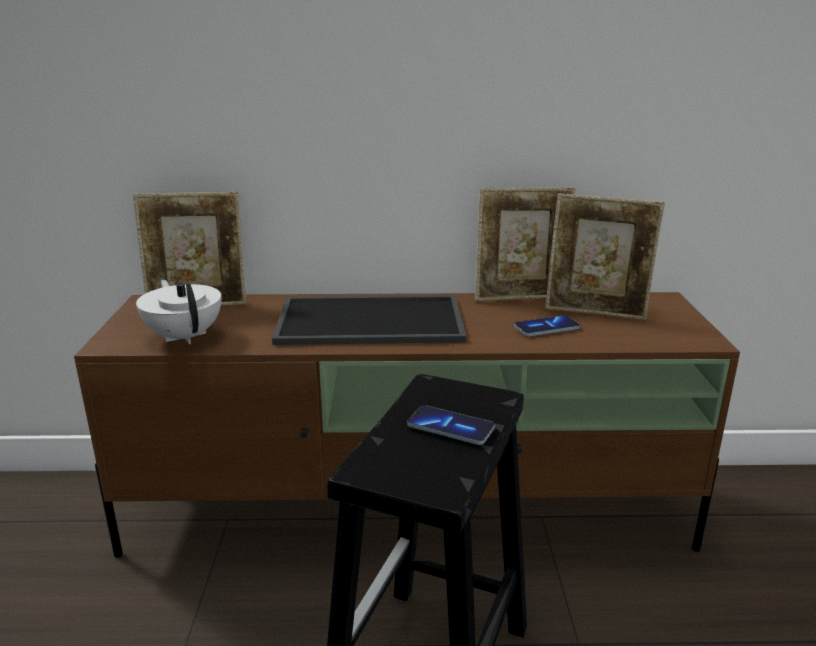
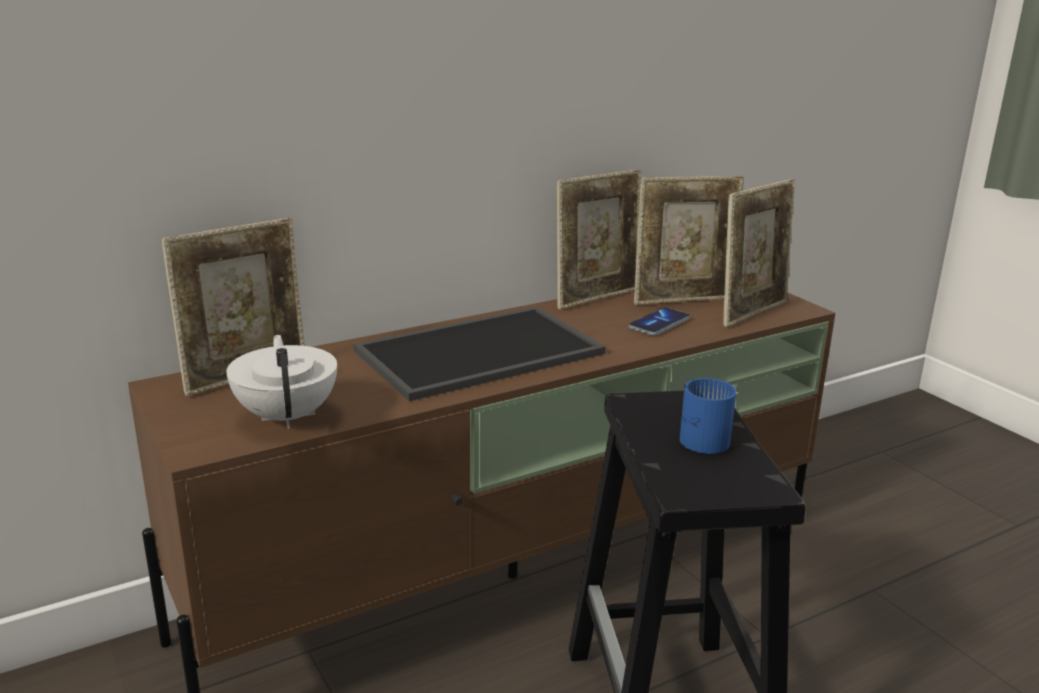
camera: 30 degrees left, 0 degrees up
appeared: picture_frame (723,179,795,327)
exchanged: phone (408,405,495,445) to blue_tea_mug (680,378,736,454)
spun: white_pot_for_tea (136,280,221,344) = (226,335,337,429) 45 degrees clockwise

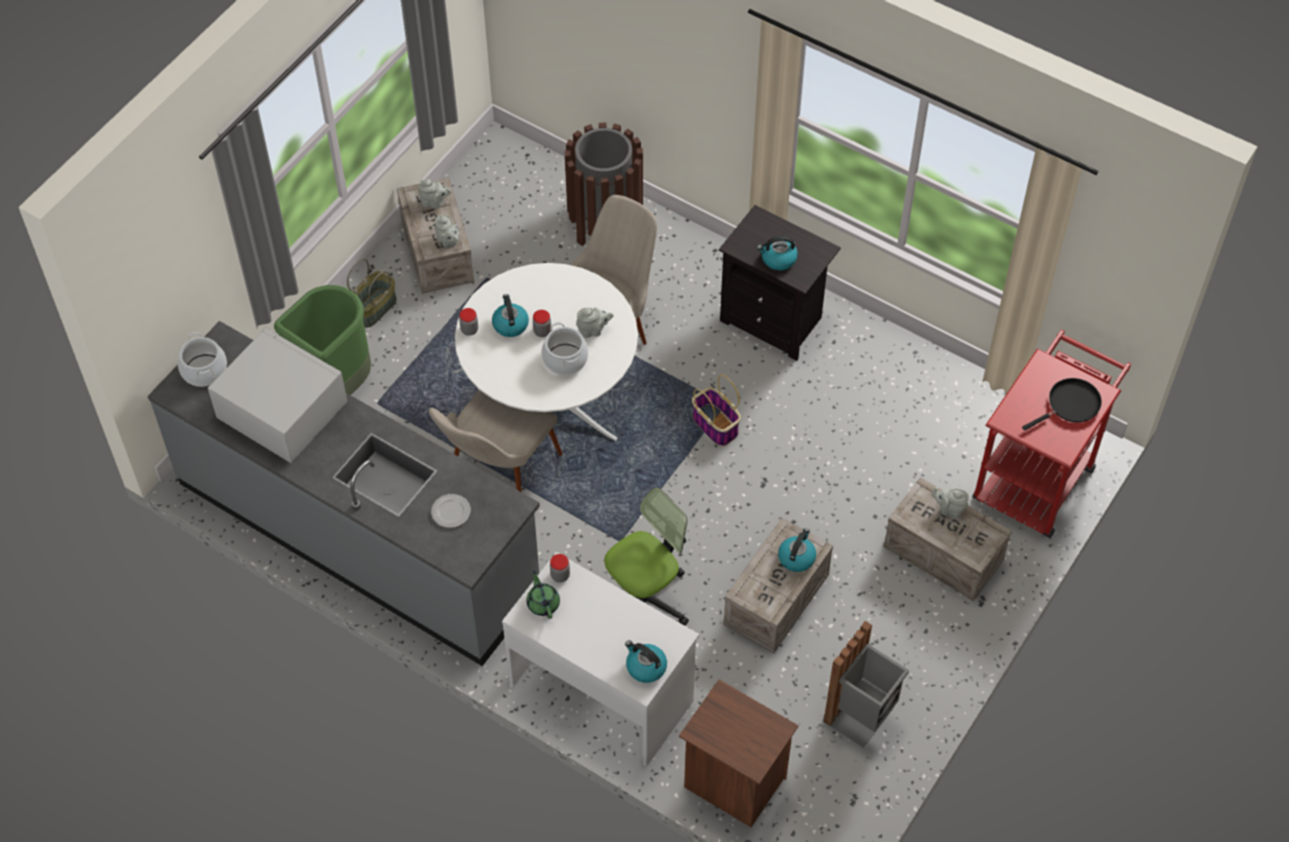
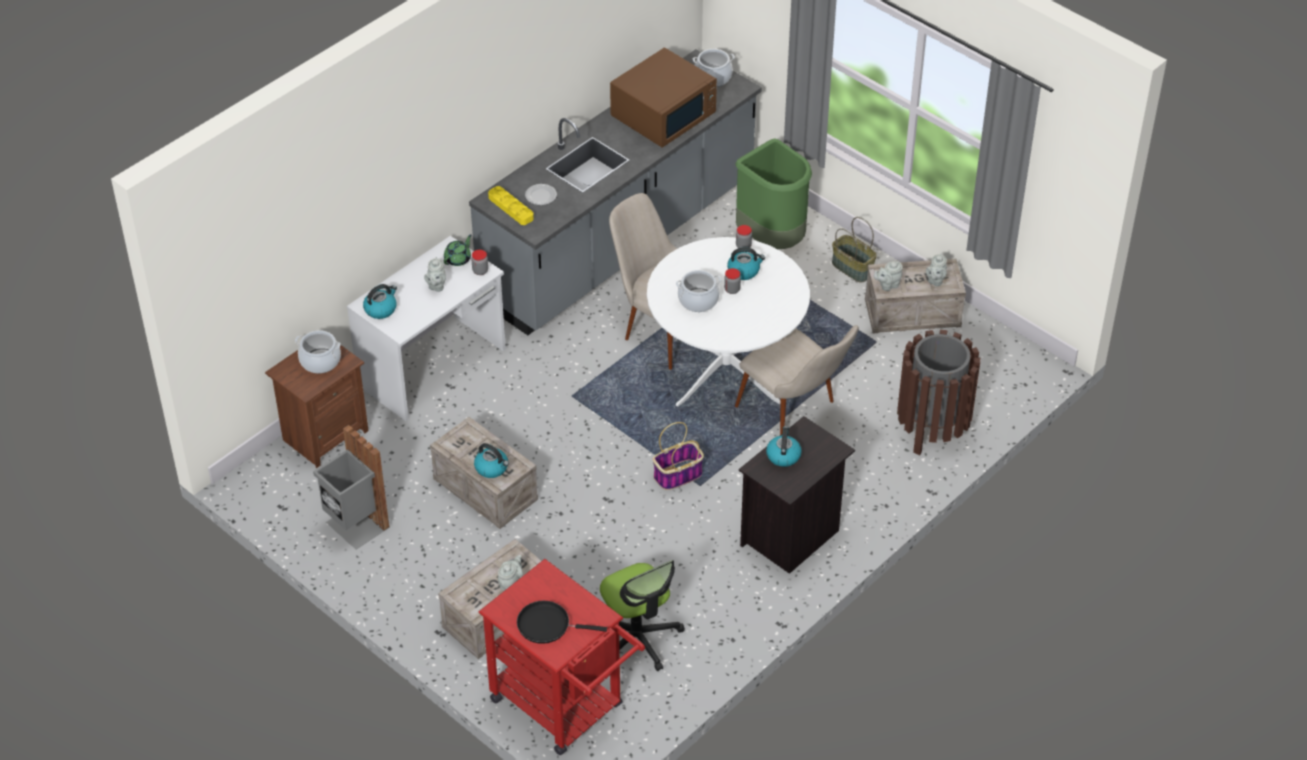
camera: 100 degrees right, 10 degrees down
appeared: saucepot (295,330,341,374); yellow-coloured_tray (488,186,534,225)
relocated: greyish_pot_for_tea (576,307,613,338) to (424,257,446,292); office_chair (604,487,689,626) to (600,560,685,671)
colour: white_kitchen_microwave (208,328,348,463) to brown-coloured_kitchen_microwave (610,47,717,148)
spun: green-coloured_pot_for_tea (526,571,560,619) = (444,234,471,266) 45 degrees counterclockwise; black-coloured_pan (1022,378,1102,431) = (517,601,607,644) 120 degrees clockwise

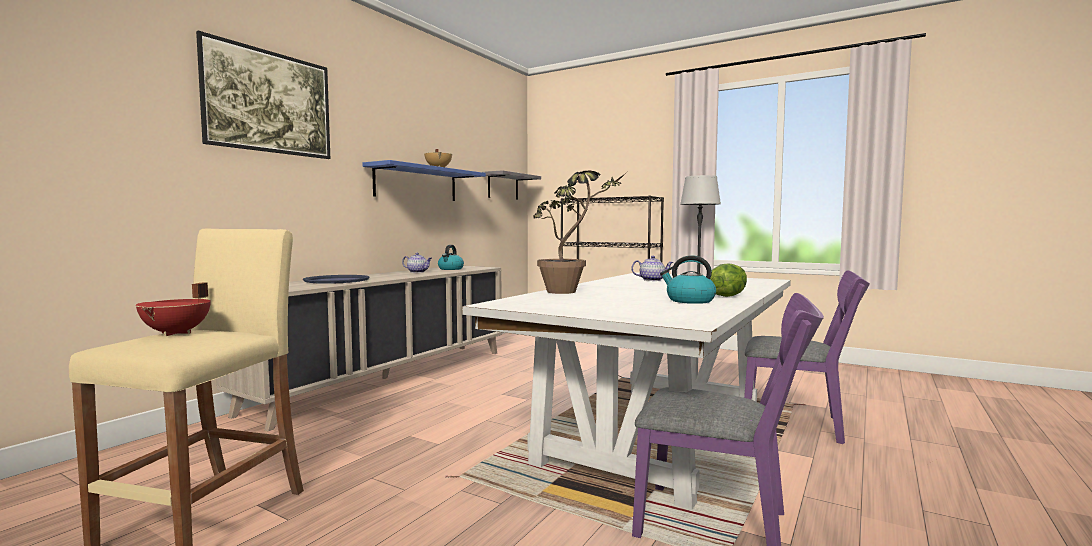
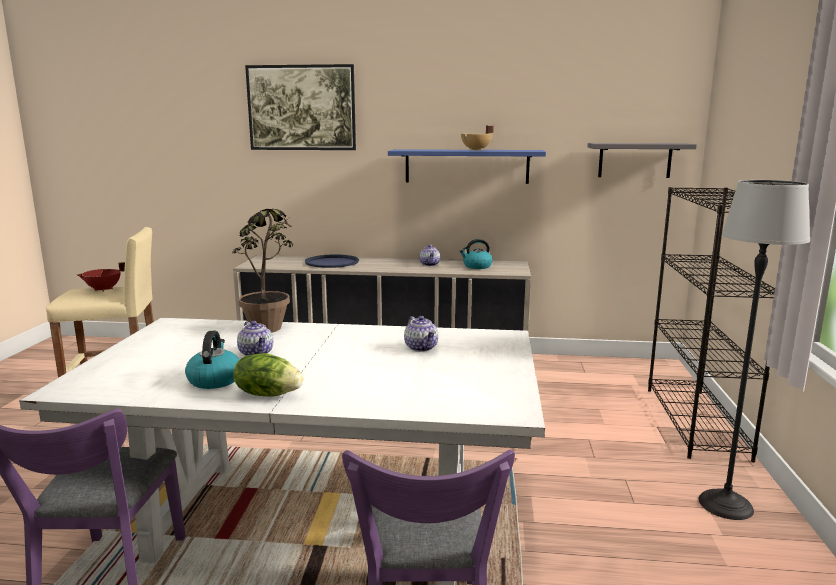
camera: 65 degrees right, 10 degrees up
appeared: pot_for_tea (237,321,273,356)

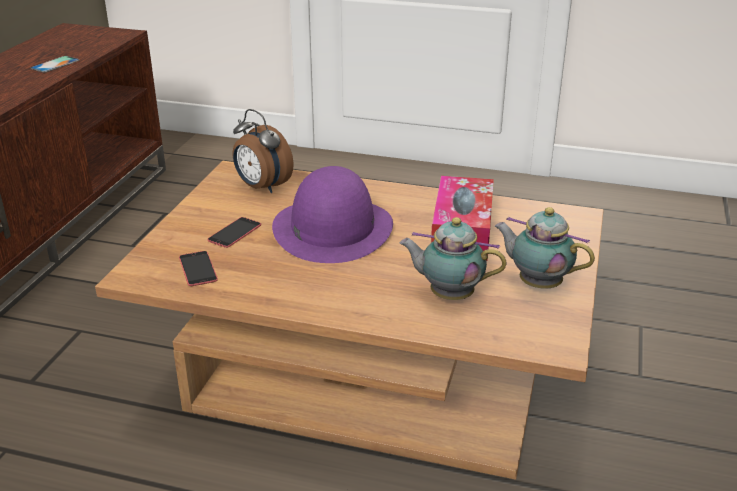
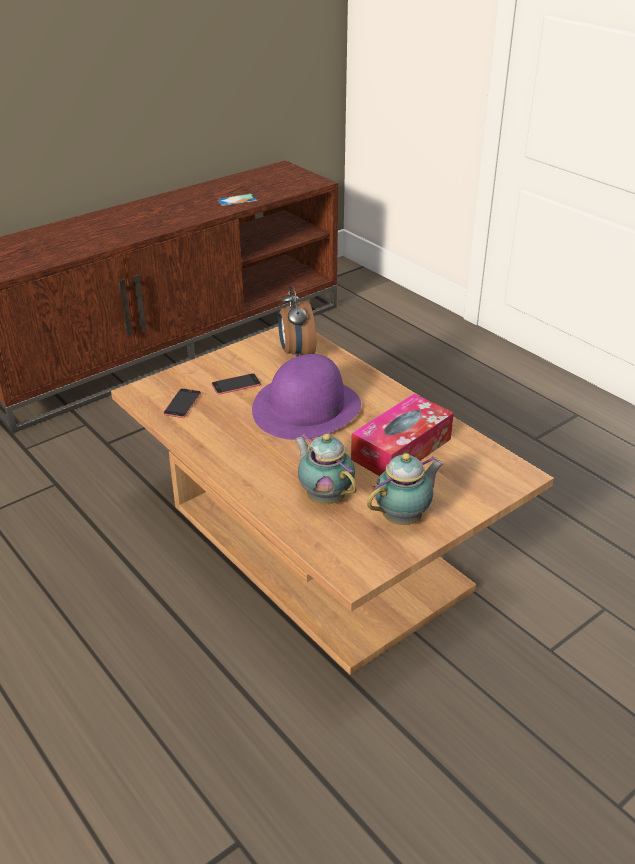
camera: 35 degrees right, 5 degrees up
spun: pot_for_tea (495,207,595,289) = (367,453,444,525) 75 degrees clockwise

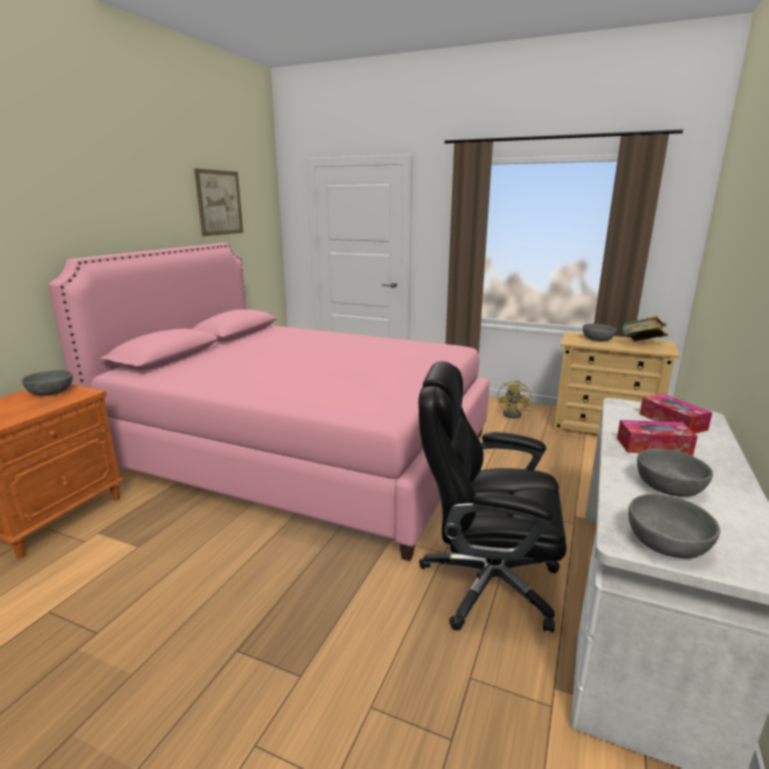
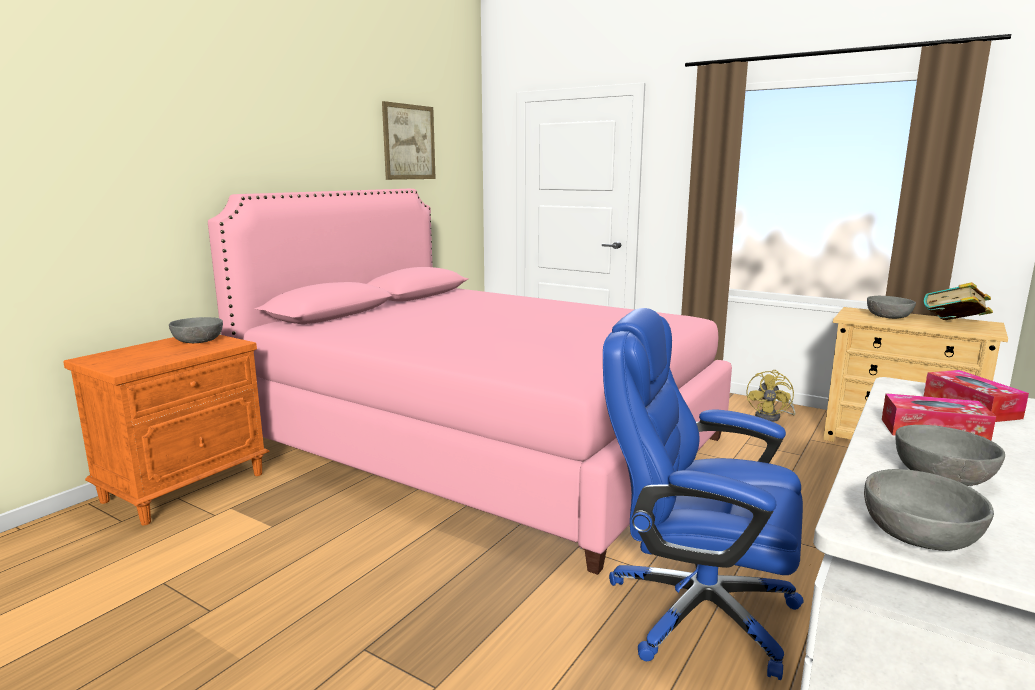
camera: 10 degrees right, 5 degrees down
colour: black-coloured_office_chair (418,361,567,632) to blue_office_chair (603,308,804,680)

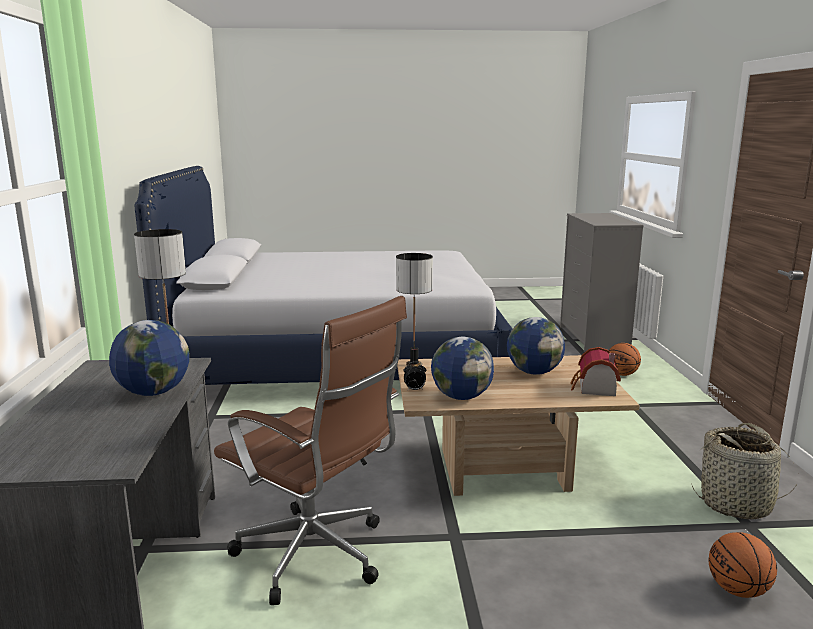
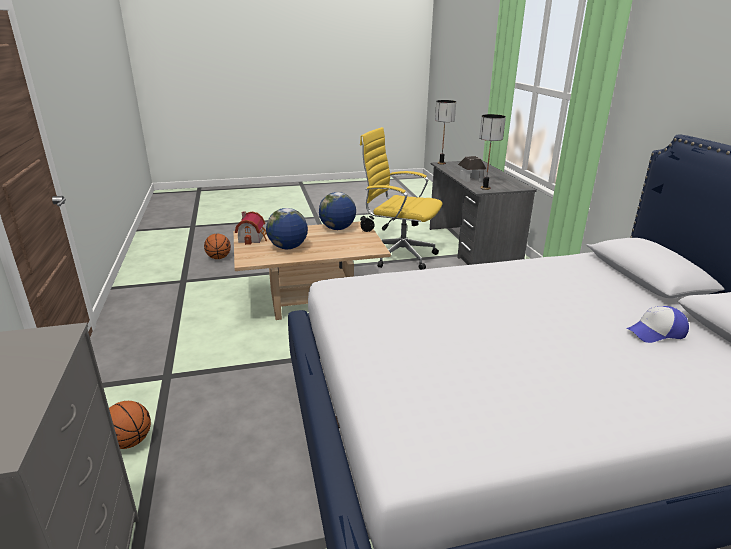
camera: 170 degrees right, 10 degrees up
missing: household_basket (692,423,797,519)
appeared: cap (626,306,689,343)
relocated: lamp_for_a_table (396,253,433,367) to (435,100,456,164)
exchanged: desk_globe (109,320,190,396) to toy_house (458,156,486,182)
colour: brown-coloured_office_chair (214,296,407,605) to yellow-coloured_office_chair (360,127,442,270)

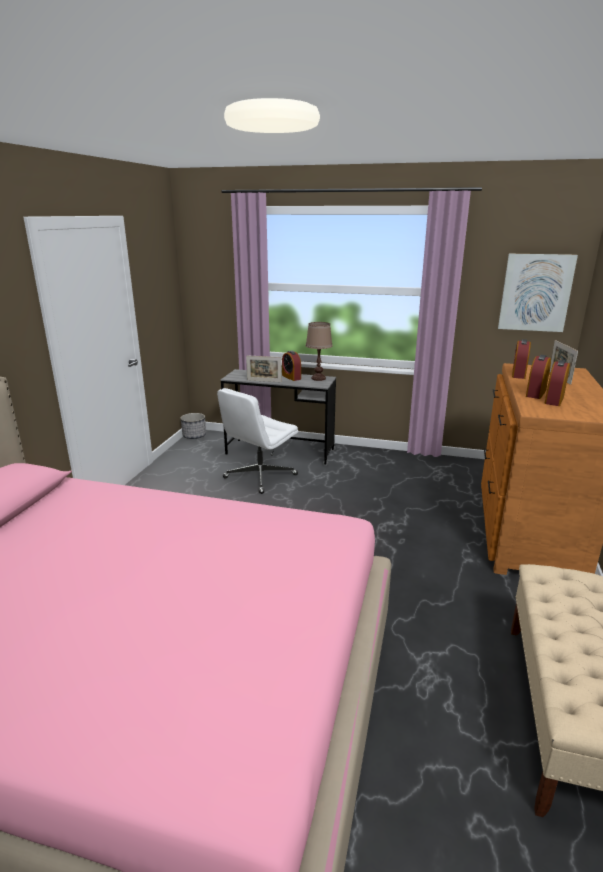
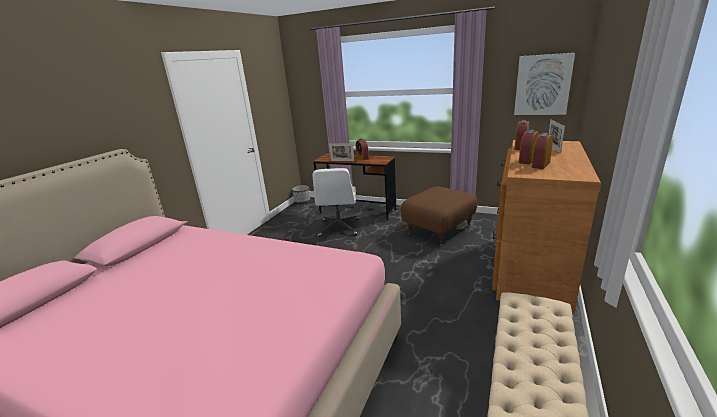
camera: 10 degrees right, 0 degrees up
missing: brown-coloured_lamp_for_a_table (306,322,333,381)
appeared: brown-coloured_footrest (401,187,478,246)
colour: greyish_desk_table (221,369,336,466) to brown-coloured_desk_table (313,154,397,221)
spun: white_office_chair (217,388,299,494) = (313,168,359,237) 45 degrees counterclockwise

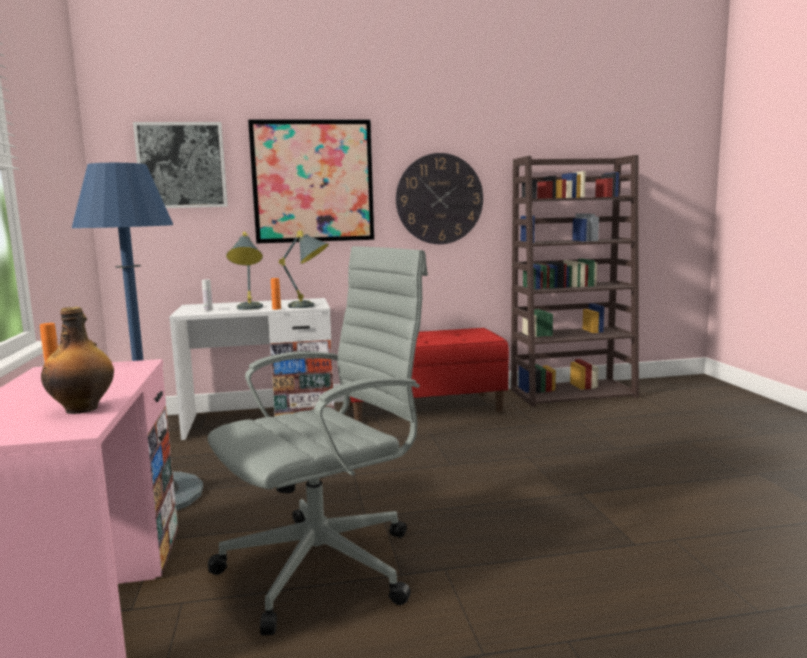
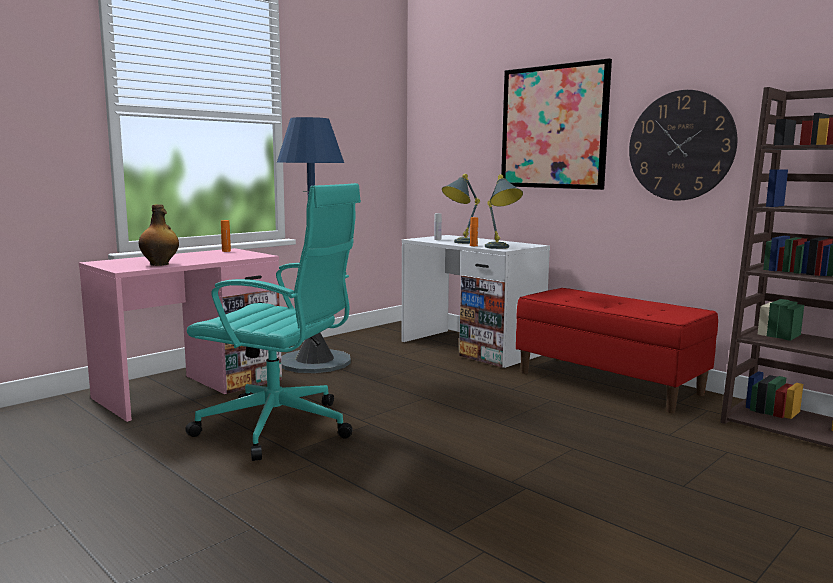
camera: 55 degrees right, 0 degrees up
missing: wall_art (133,122,228,208)
colour: greyish_office_chair (207,246,428,635) to blue-green_office_chair (185,183,361,461)

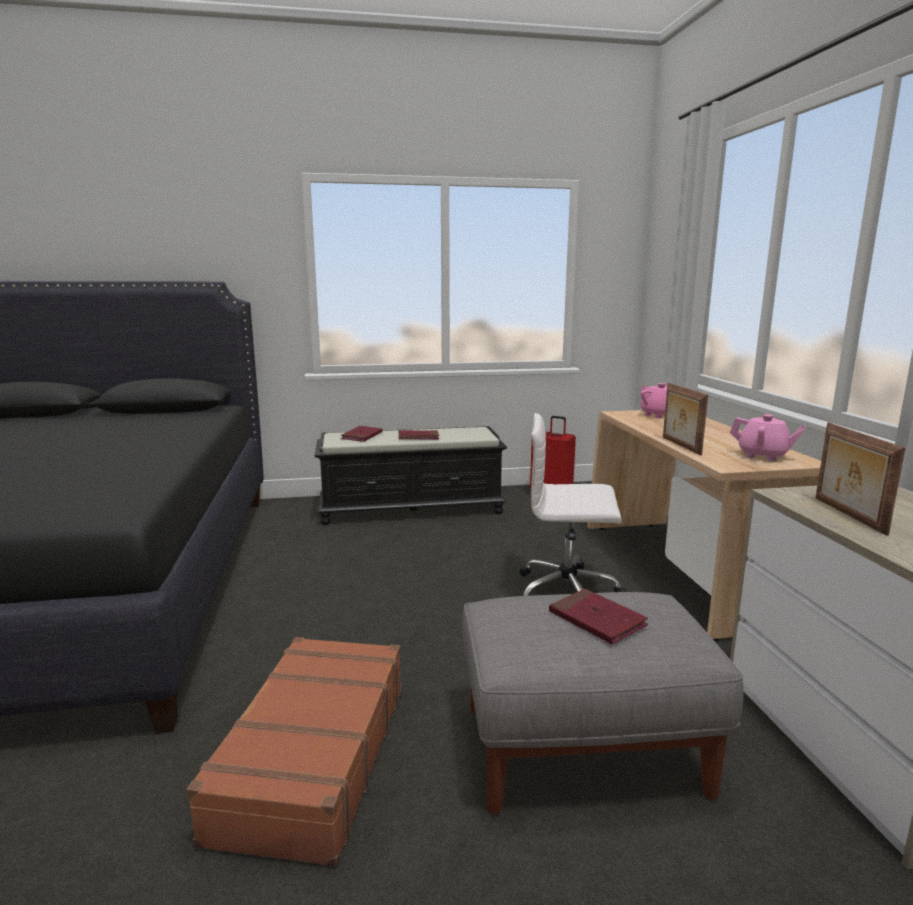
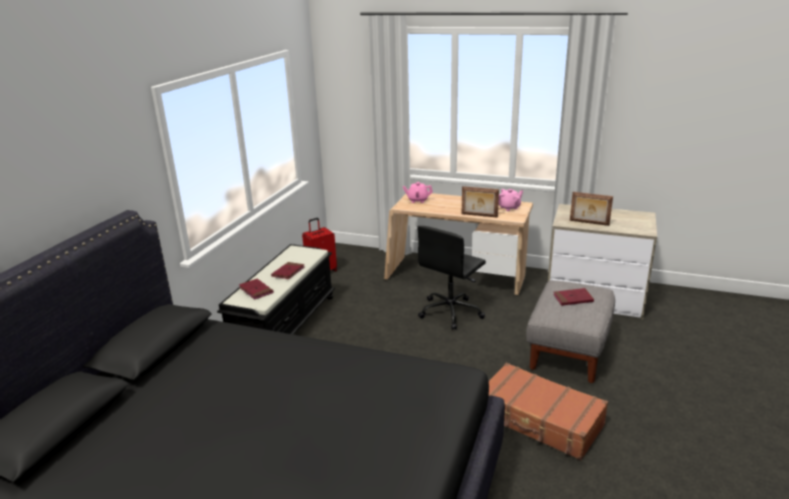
camera: 60 degrees left, 10 degrees up
colour: white_office_chair (520,413,626,596) to black-coloured_office_chair (417,226,486,330)

